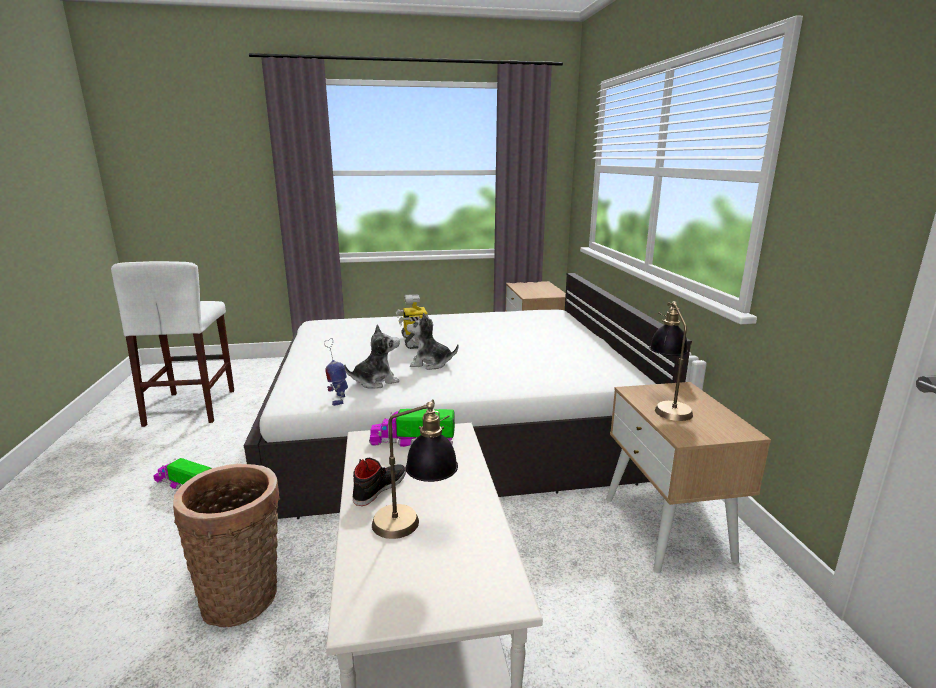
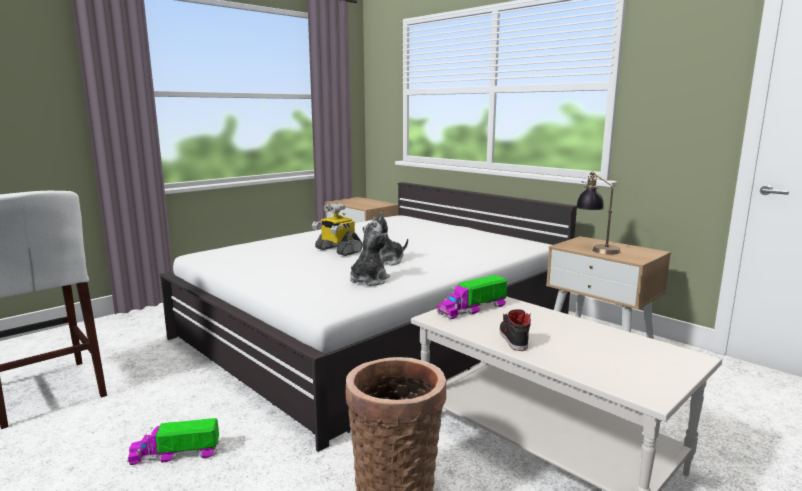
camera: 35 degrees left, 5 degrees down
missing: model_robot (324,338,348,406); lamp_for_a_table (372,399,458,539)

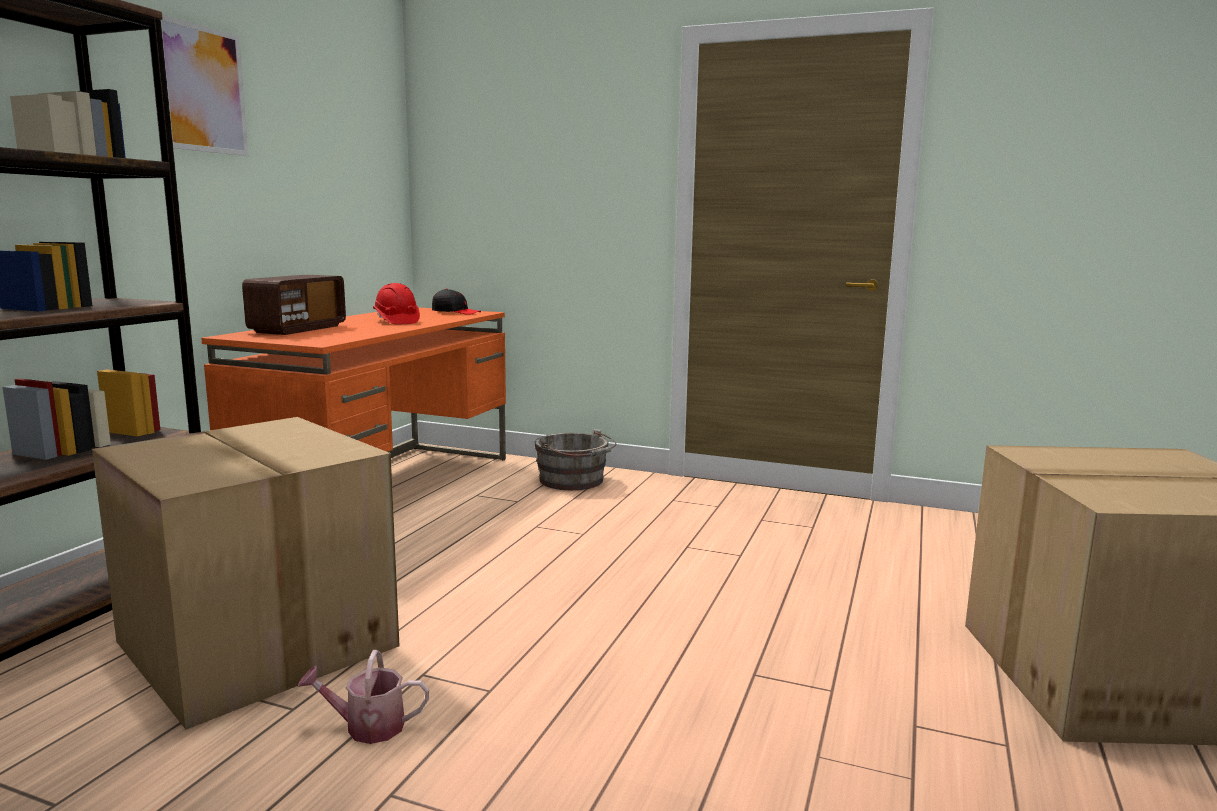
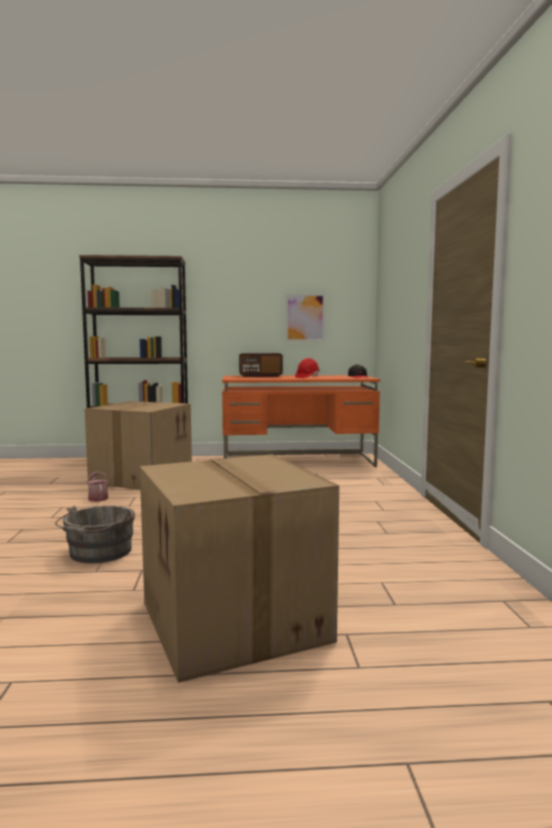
camera: 65 degrees right, 5 degrees down
relocated: wall_art (161,14,249,156) to (285,294,325,342); greyish_water_bucket (534,429,616,491) to (55,505,135,563)

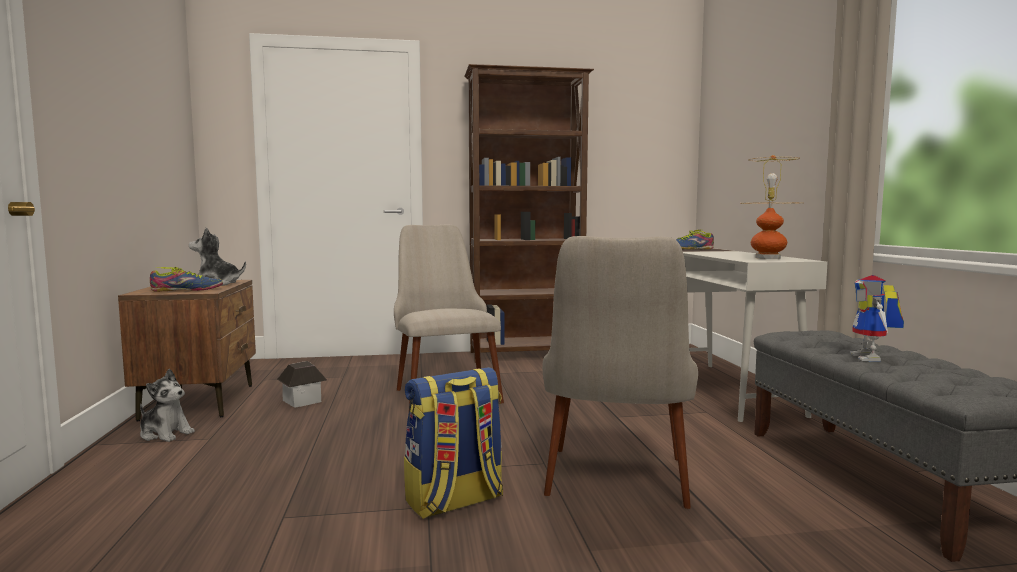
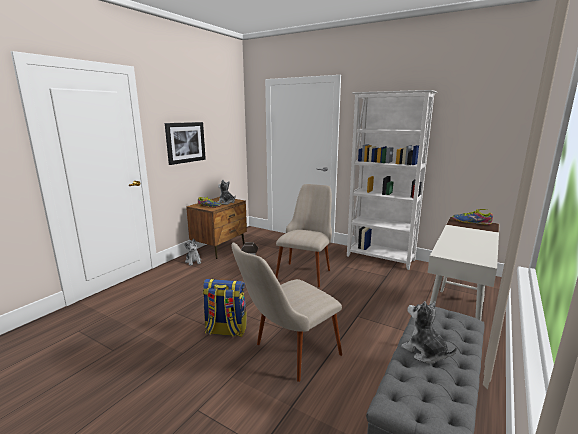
camera: 40 degrees right, 10 degrees up
missing: lamp_for_a_table (740,155,803,259)
appeared: wall_art (165,122,206,165)
exchanged: model_robot (850,275,904,362) to soft_toy (401,301,457,364)
colour: brown-coloured_bookcase (464,64,594,363) to white_bookcase (347,90,437,270)

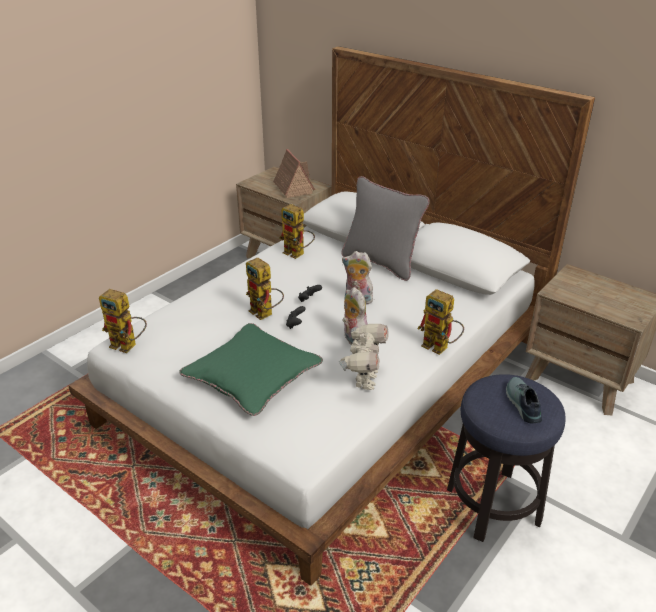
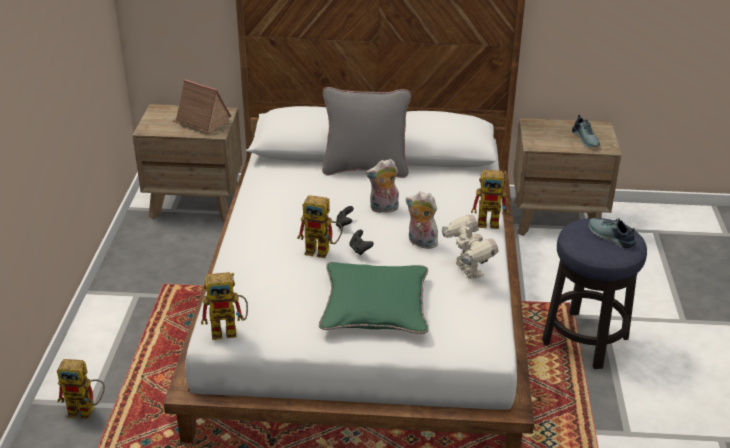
camera: 35 degrees left, 0 degrees up
appeared: low_shoe (572,115,600,148)
relocated: model_robot (279,204,315,259) to (57,359,105,419)

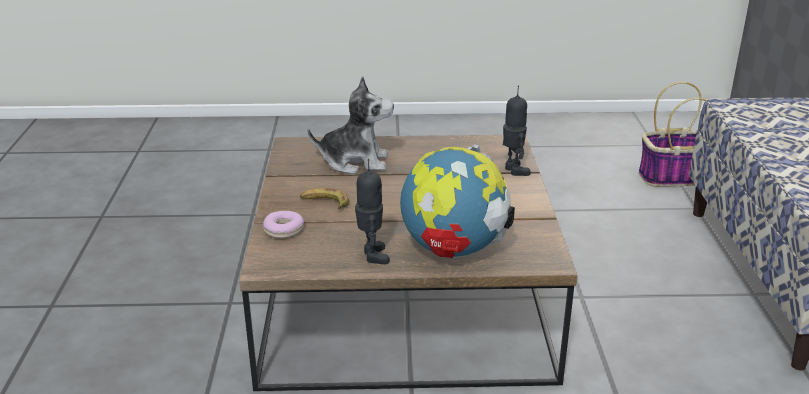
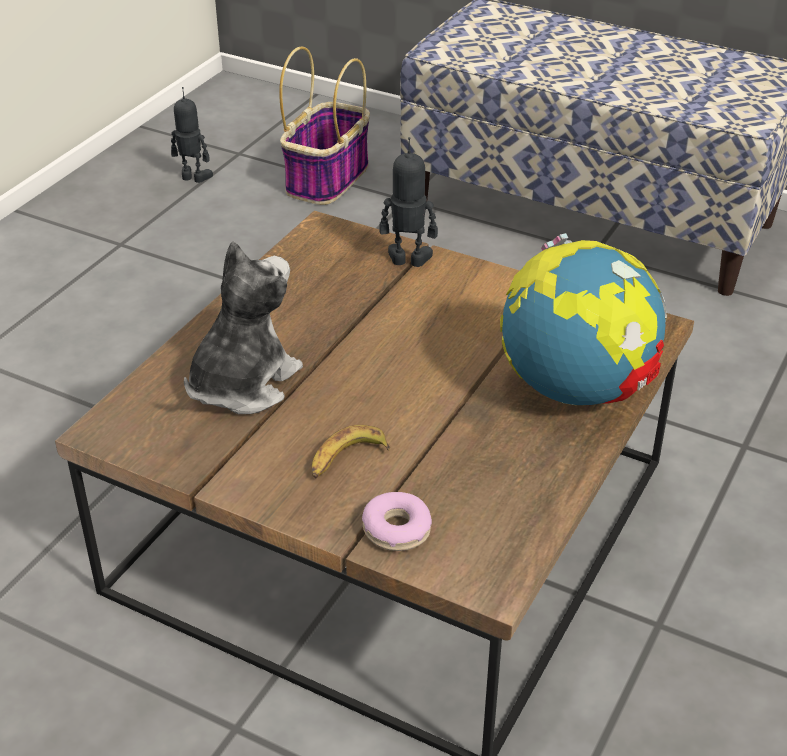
camera: 60 degrees left, 10 degrees up
relocated: model_robot (355,159,390,264) to (171,87,213,183)

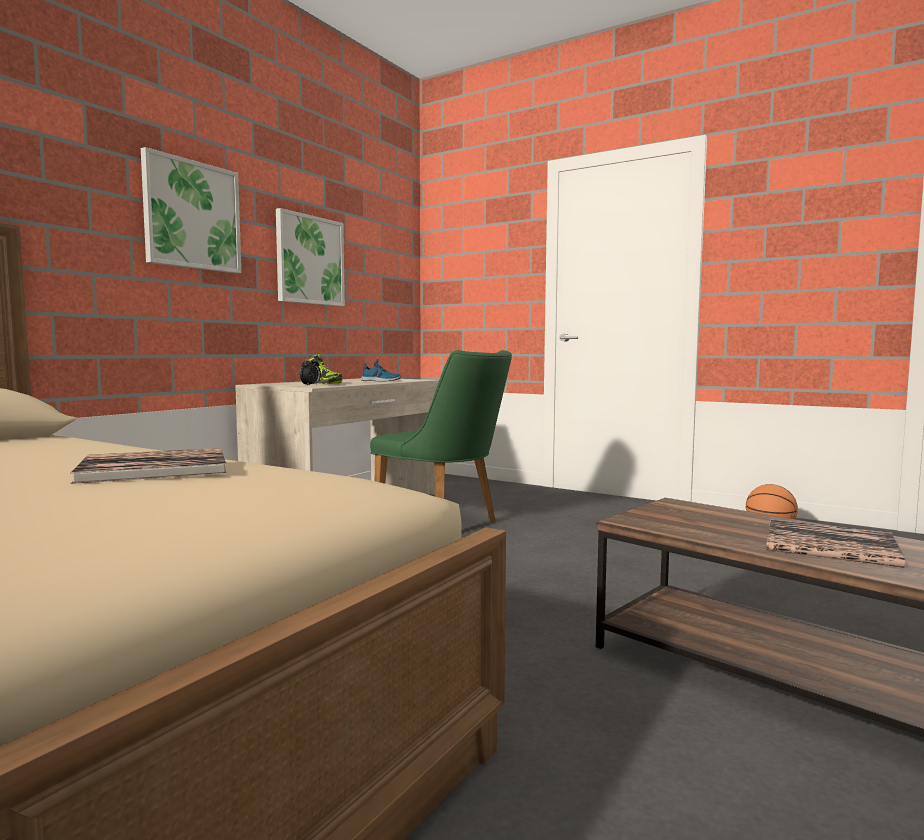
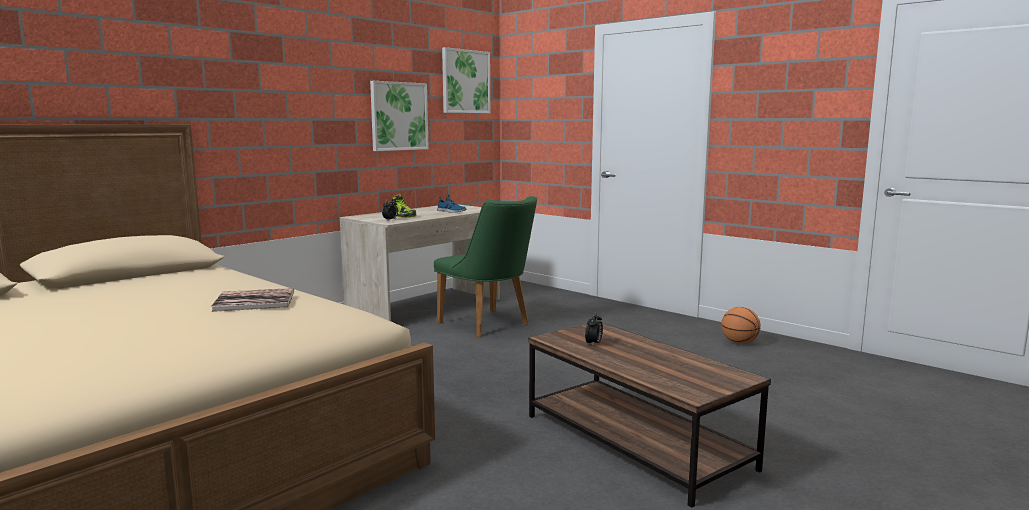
camera: 10 degrees right, 5 degrees up
missing: book (766,520,905,568)
appeared: alarm_clock (585,312,603,344)
relocated: wall_art (141,147,241,273) to (442,47,490,113)

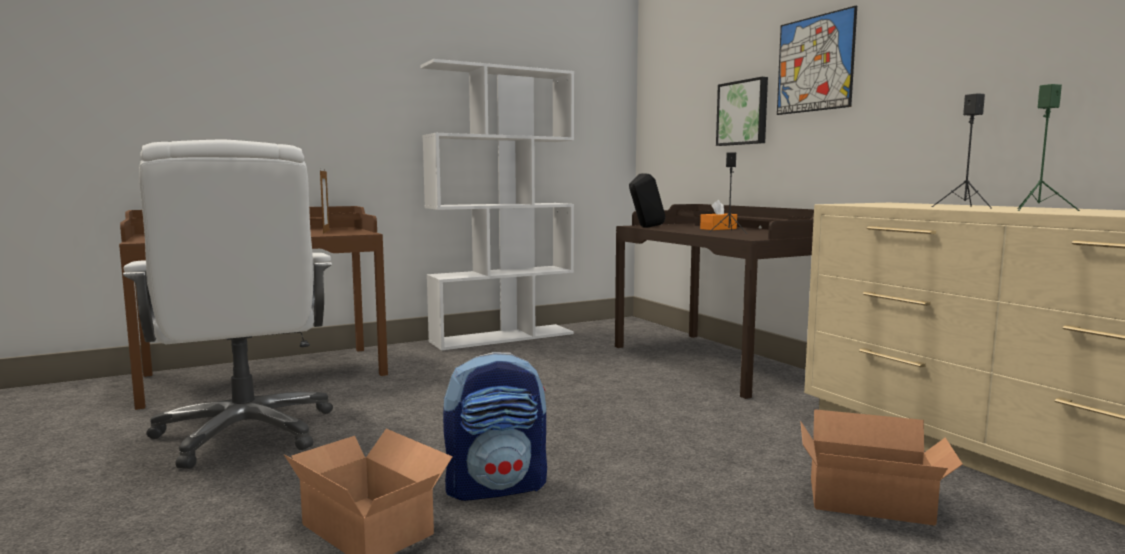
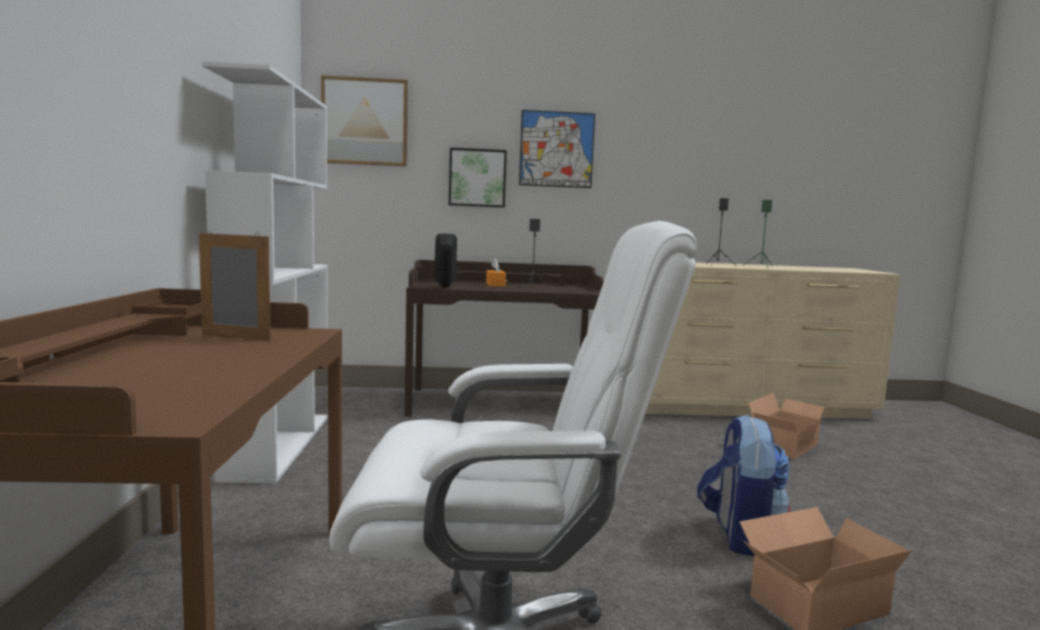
camera: 65 degrees left, 0 degrees up
appeared: wall_art (321,75,408,167)

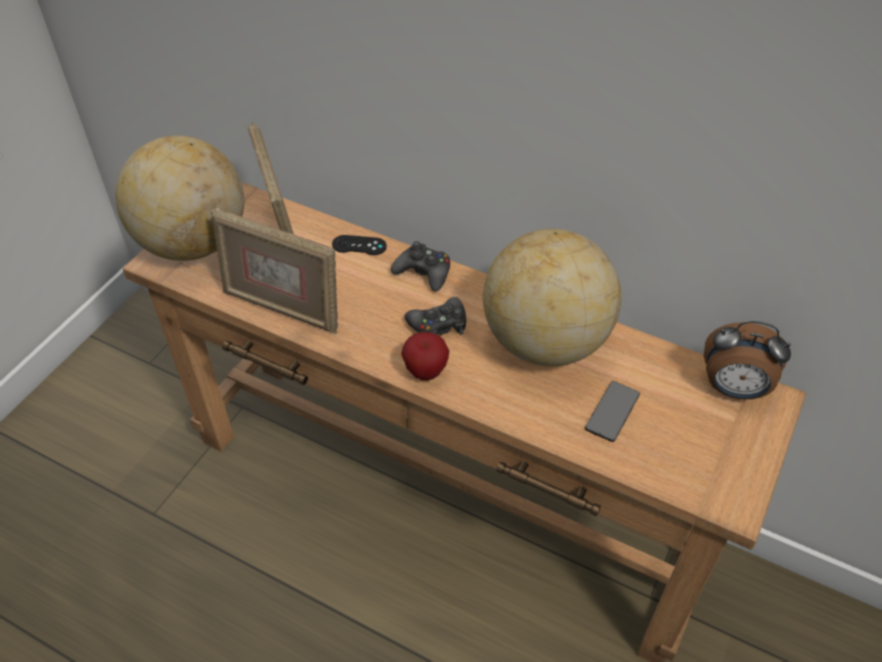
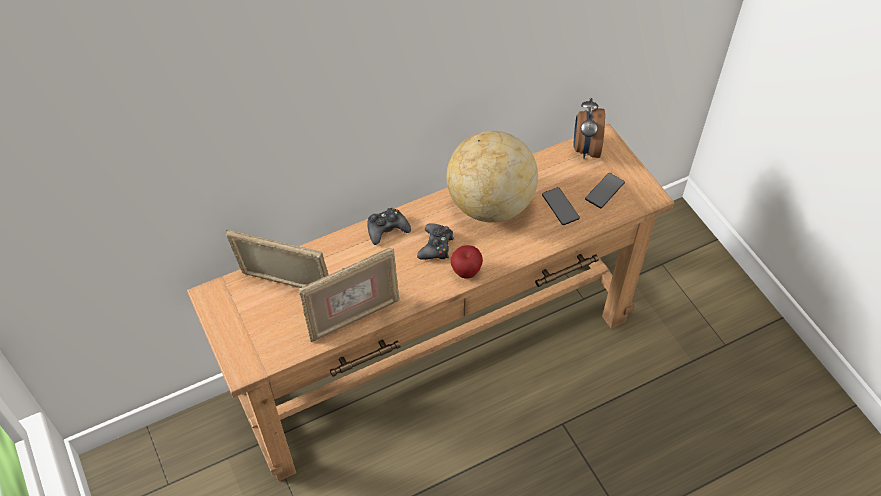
camera: 55 degrees left, 5 degrees up
missing: desk_globe (115,136,244,261); black-coloured_gamepad (332,235,387,255)
appeared: phone (585,173,625,208)
spun: alarm_clock (704,321,791,399) = (574,98,605,159) 135 degrees clockwise

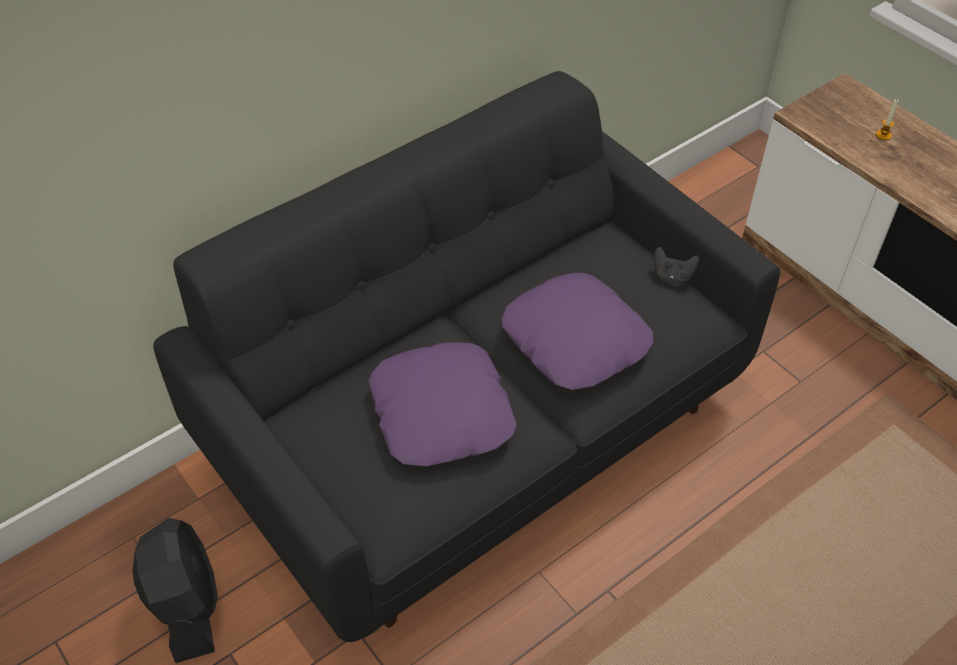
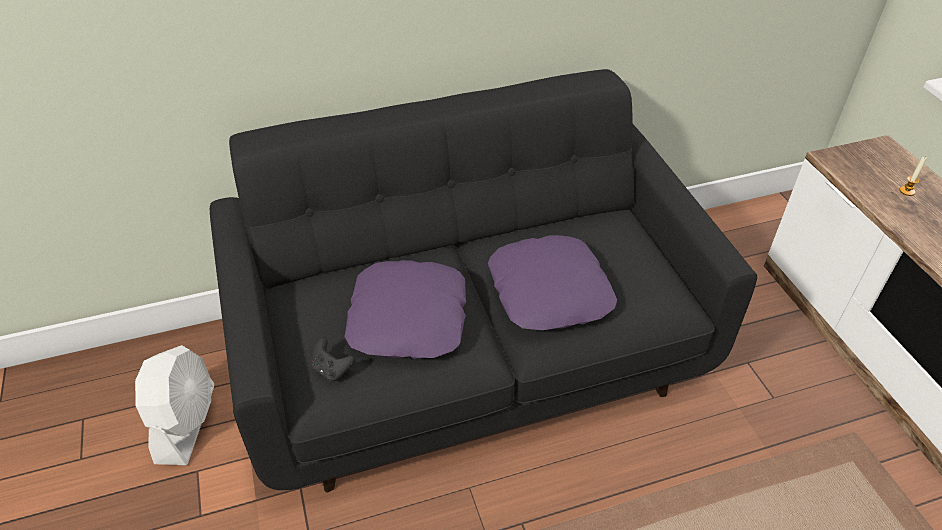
camera: 20 degrees right, 5 degrees down
relocated: black-coloured_gamepad (654,247,700,283) to (311,337,355,381)
colour: black-coloured_cooling_fan (132,518,218,663) to white_cooling_fan (135,345,214,465)

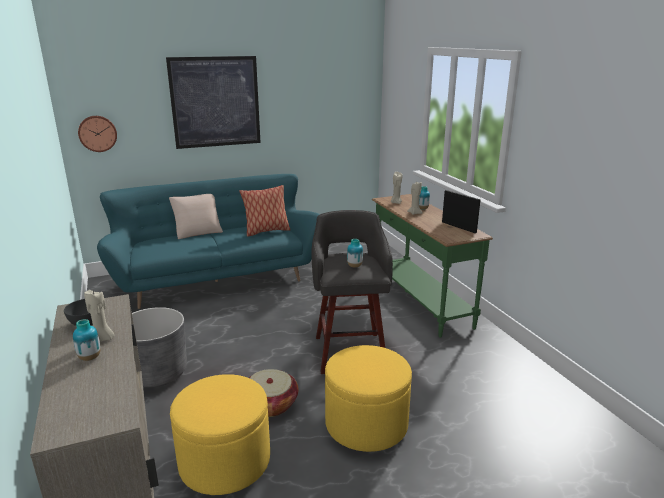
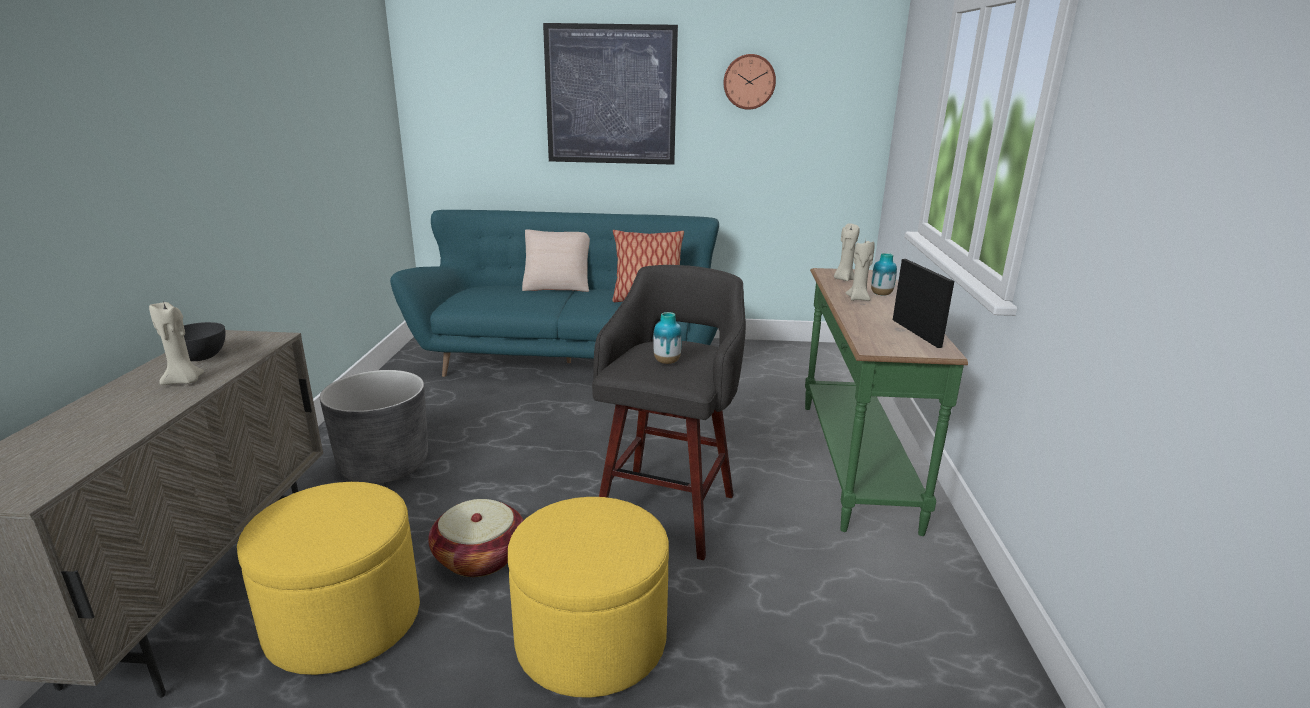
camera: 25 degrees right, 0 degrees up
missing: decorative_vase (73,319,100,361)
relocated: clock_on_the_wall (78,116,117,152) to (723,54,776,110)

